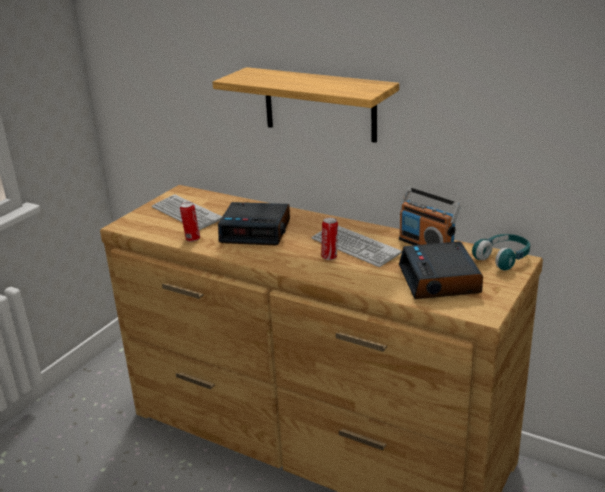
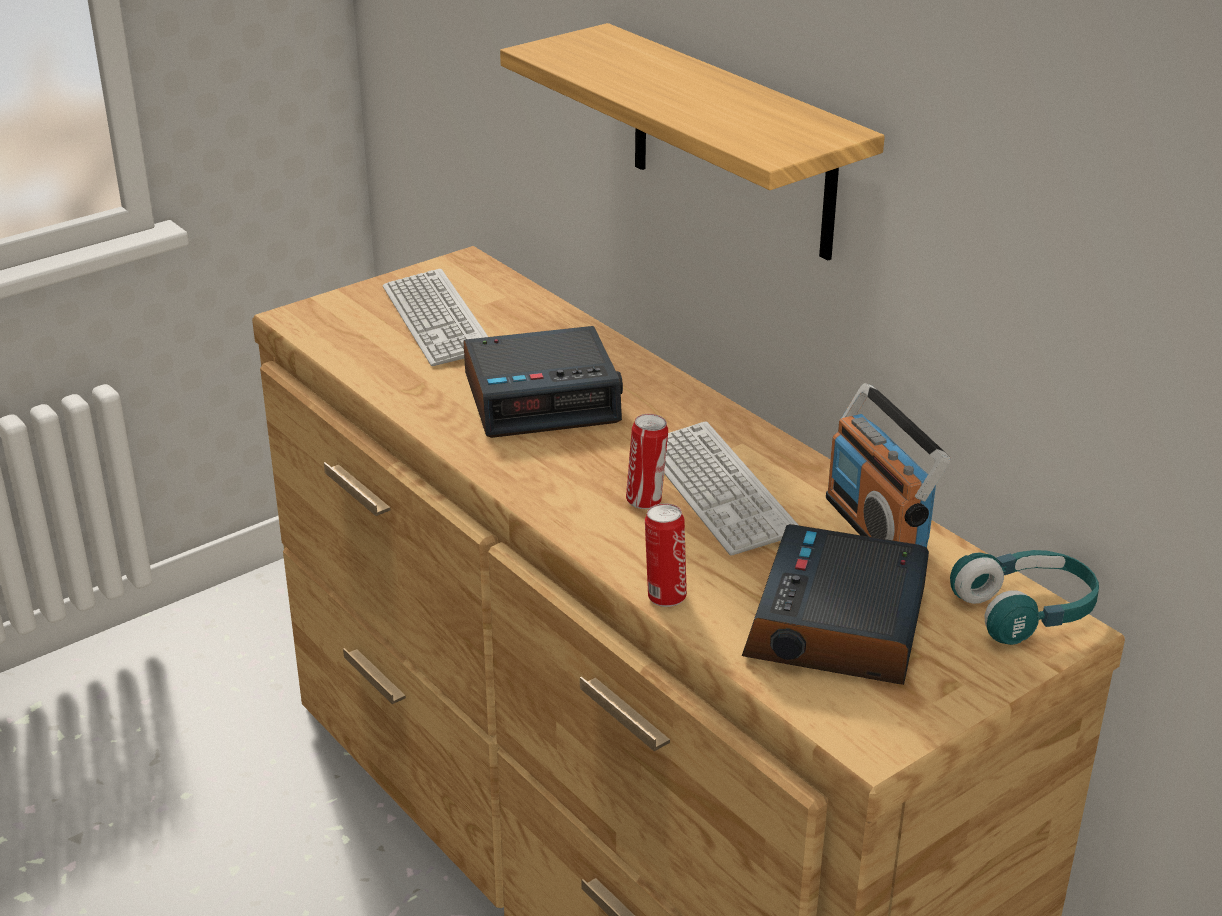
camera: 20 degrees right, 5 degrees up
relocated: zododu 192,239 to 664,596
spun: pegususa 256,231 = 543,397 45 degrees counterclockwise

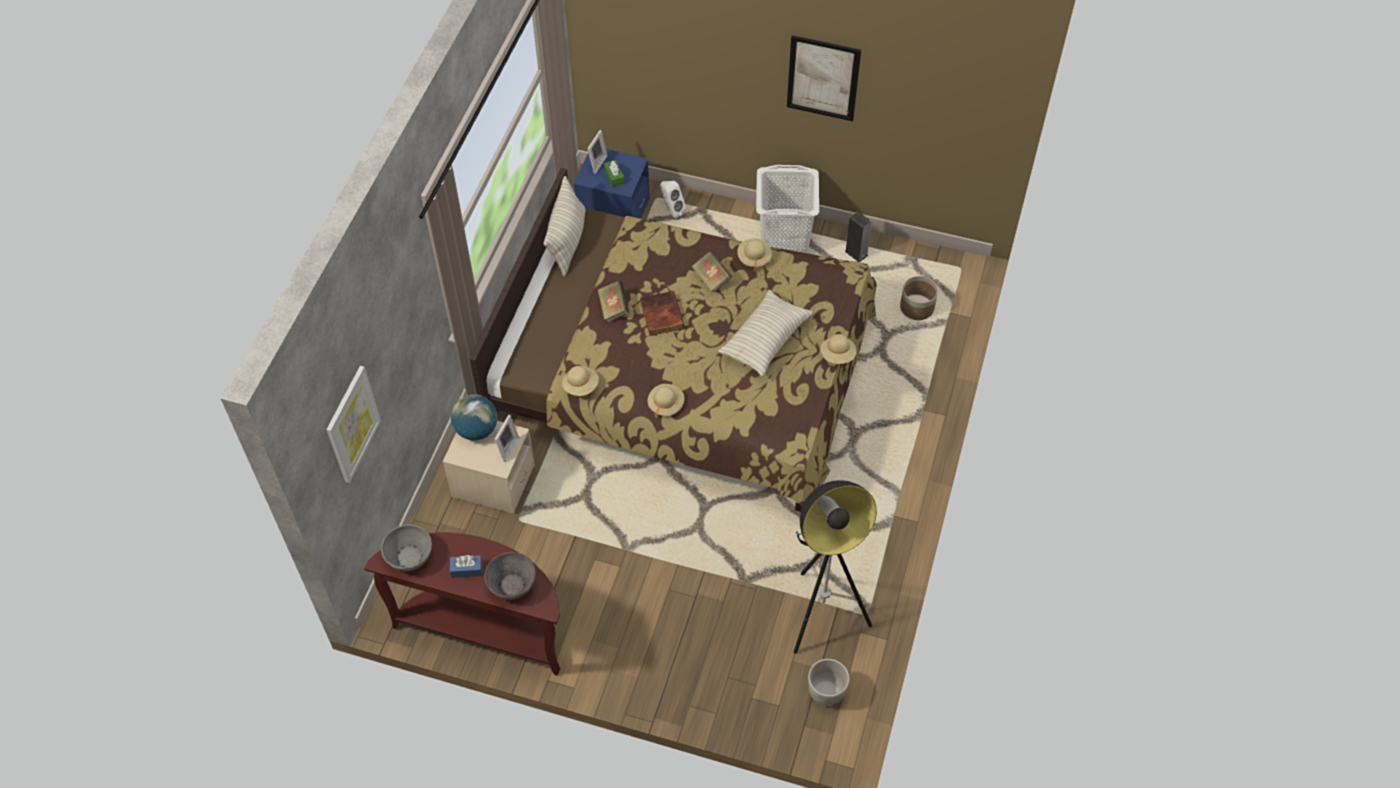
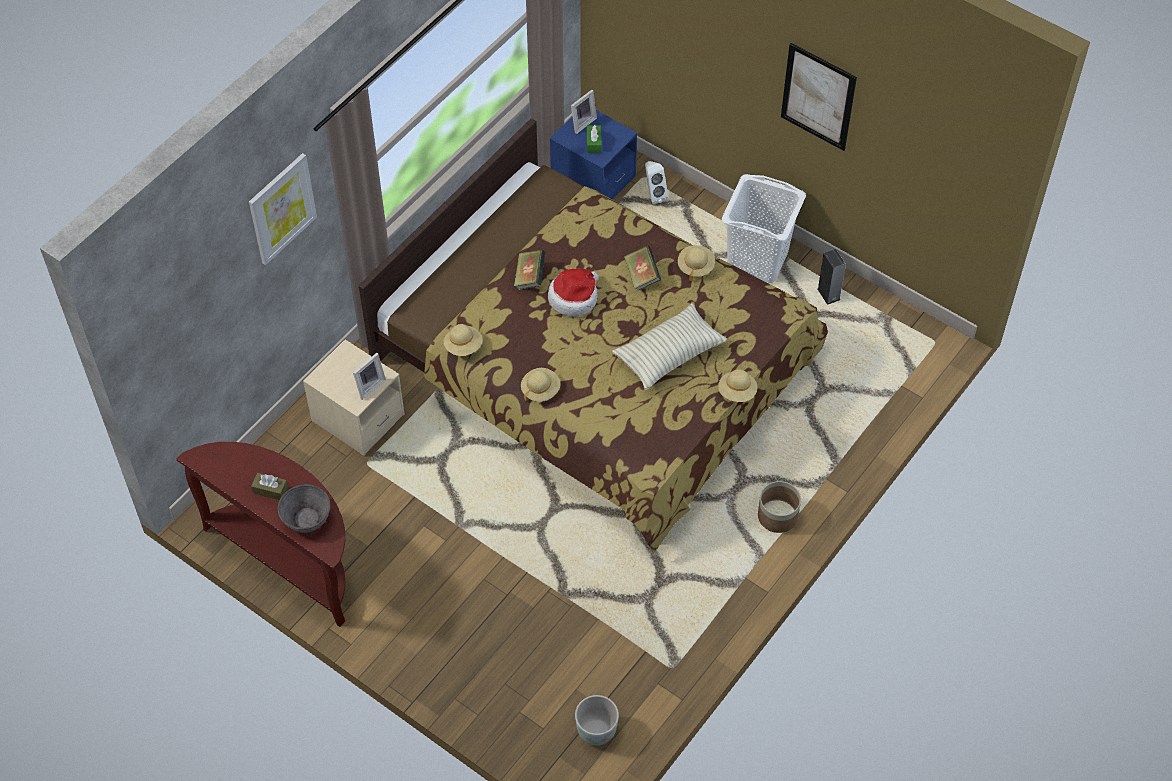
camera: 20 degrees right, 0 degrees up
missing: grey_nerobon 410,557; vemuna 476,430; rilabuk 567,241; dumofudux 821,614
relocated: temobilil 352,424 to 282,208; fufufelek 917,307 to 777,516
exchanged: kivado 660,315 to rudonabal 574,298
colour: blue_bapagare 466,569 to brown_bapagare 270,490

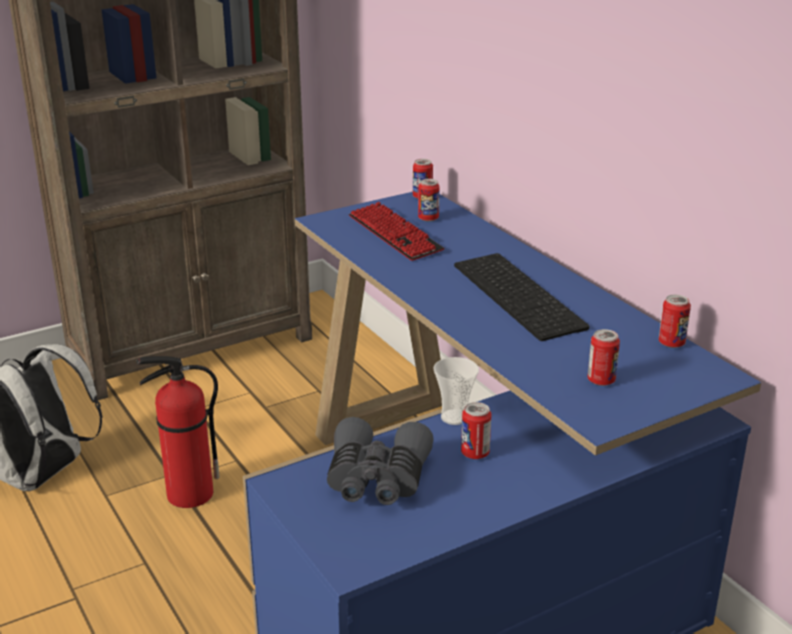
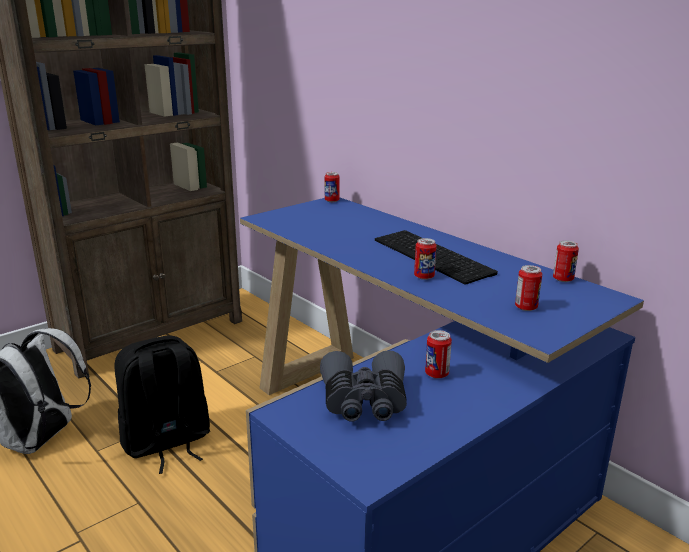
camera: 10 degrees left, 5 degrees down
missing: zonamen 394,234; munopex 454,417
relocated: zododu 428,218 to 424,277
exchanged: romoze 188,494 to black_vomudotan 166,443

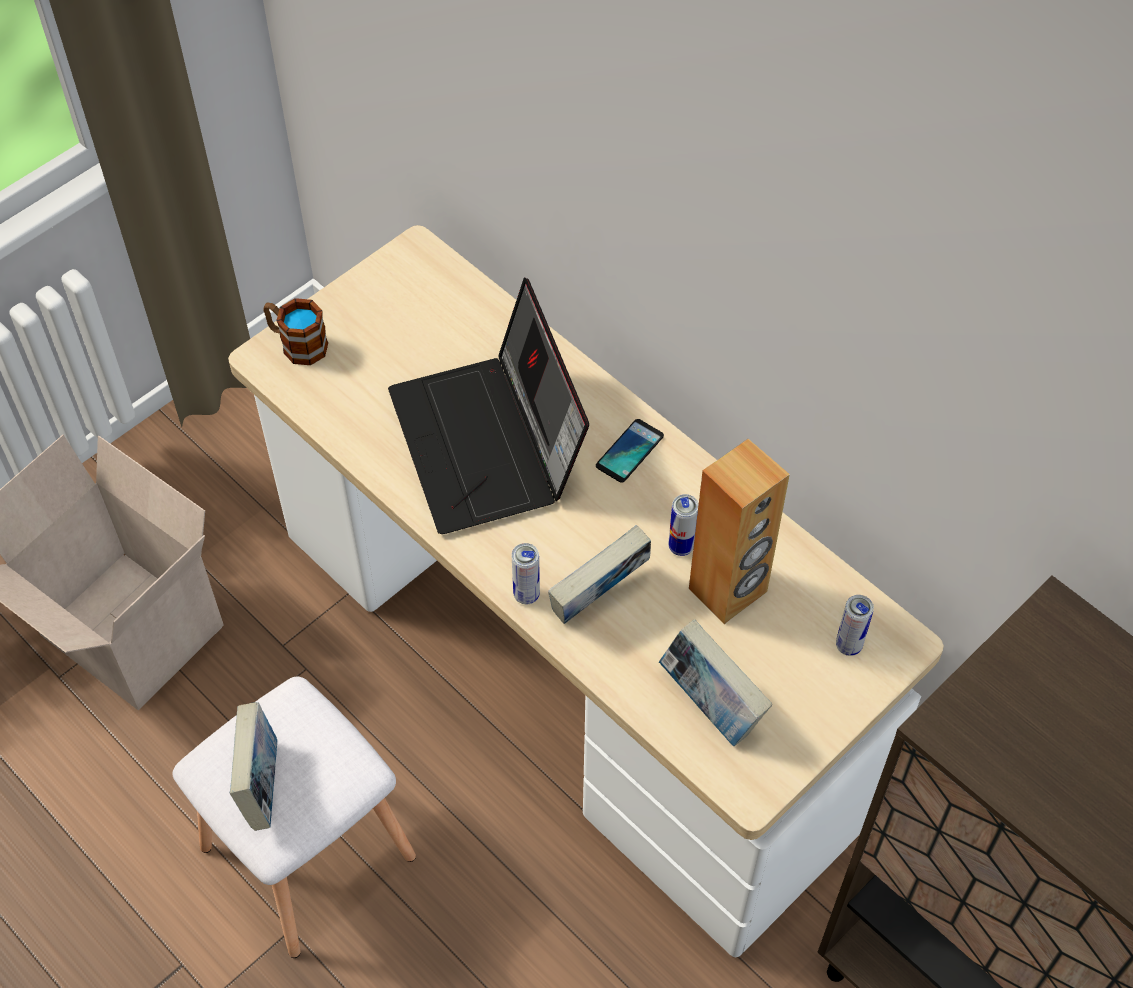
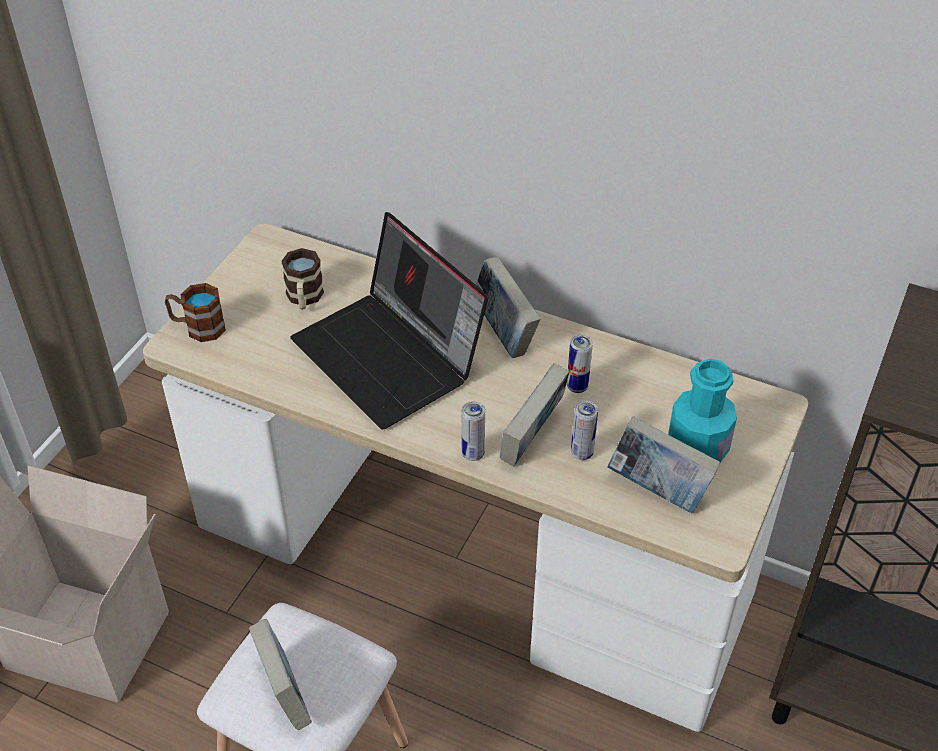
camera: 20 degrees left, 10 degrees down
missing: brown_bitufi 728,591
appeared: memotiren 304,298; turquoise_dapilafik 697,448
relocated: zododu 848,646 to 582,453
exchanged: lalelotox 629,451 to kivado 504,333

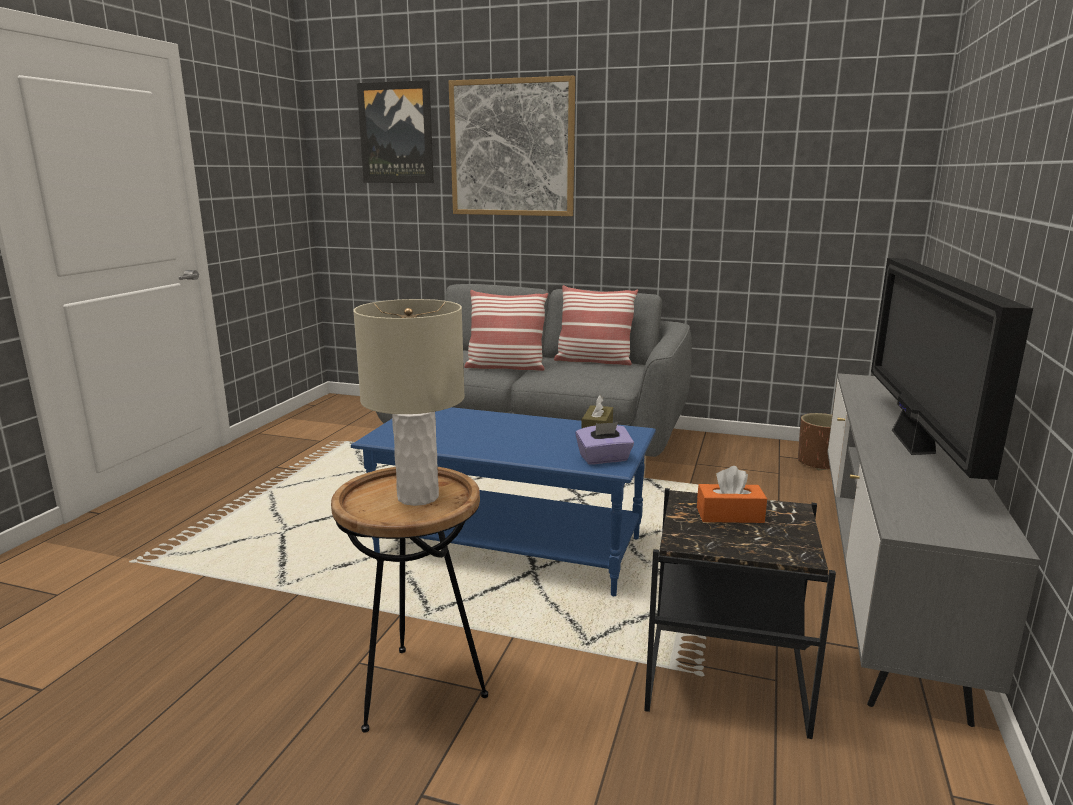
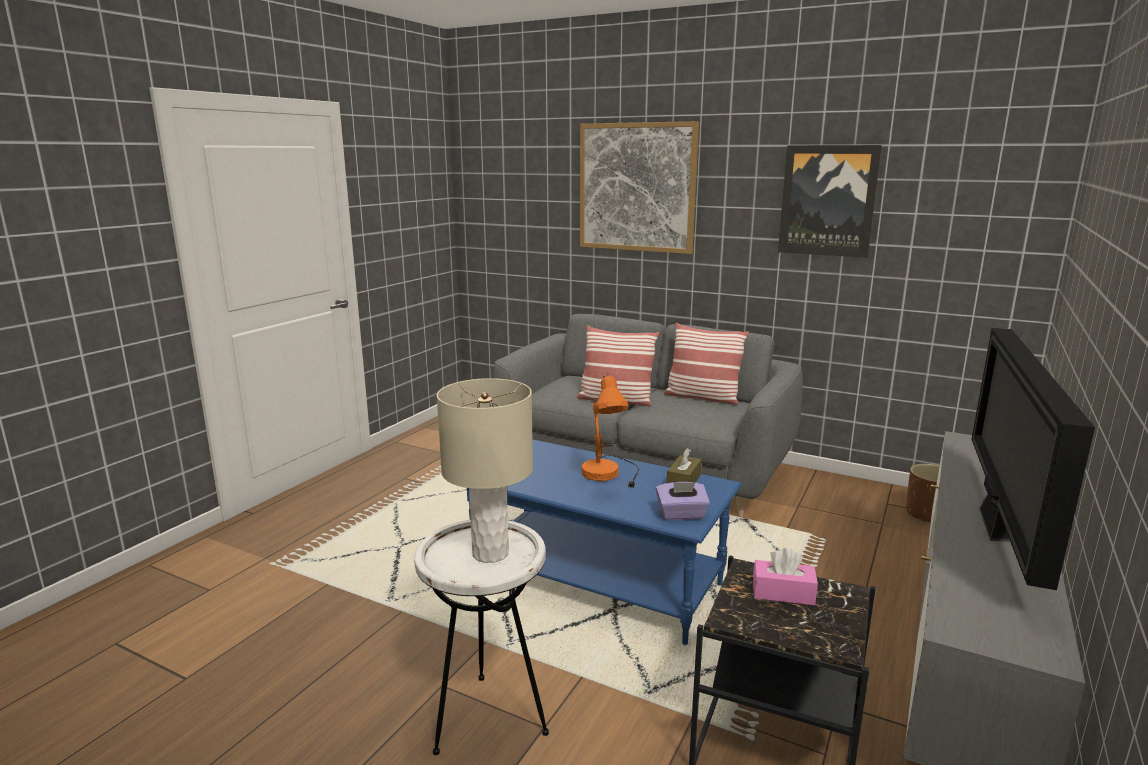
camera: 10 degrees right, 0 degrees up
appeared: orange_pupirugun 612,476
relocated: temobilil 396,133 to 827,201
colour: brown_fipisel 418,690 to white_fipisel 488,719; orange_bapagare 729,515 to pink_bapagare 783,593

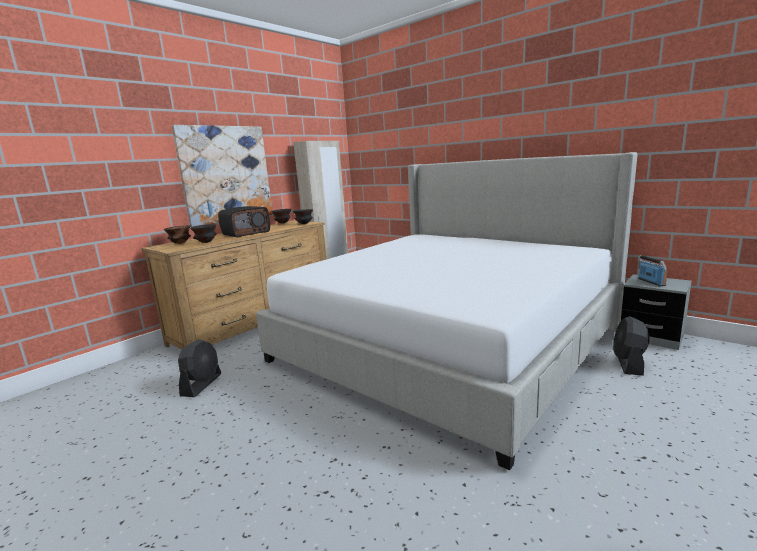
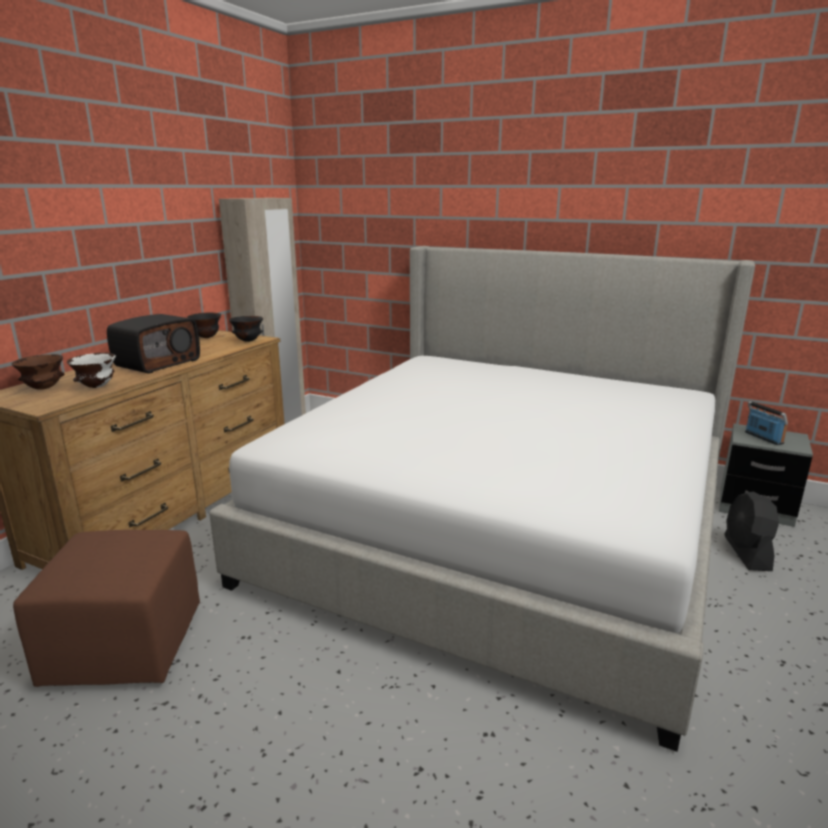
camera: 15 degrees left, 5 degrees up
missing: temobilil 226,174
exchanged: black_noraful 202,384 to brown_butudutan 125,645
colour: black_nerobon 206,242 to white_nerobon 96,387

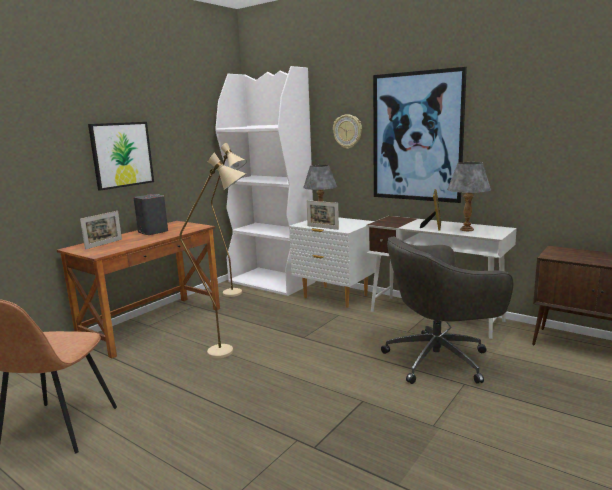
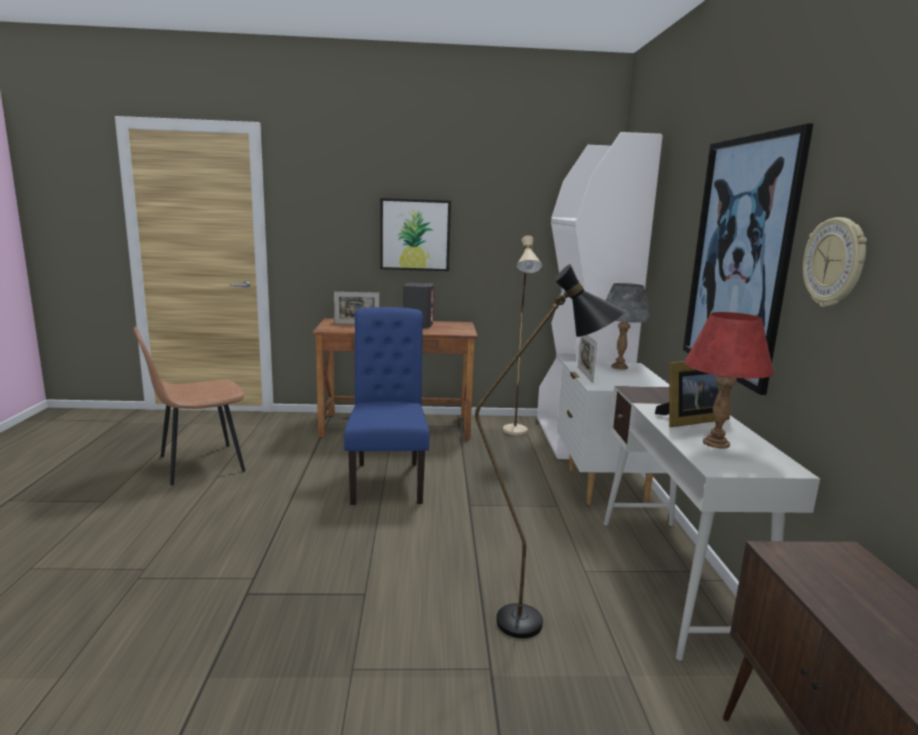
camera: 50 degrees right, 0 degrees up
relocated: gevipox 347,131 to 835,262
exchanged: beige_dumofudux 230,352 to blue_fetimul 387,479; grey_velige 439,359 to black_dumofudux 537,624
colour: grey_pupirugun 466,229 to red_pupirugun 716,443

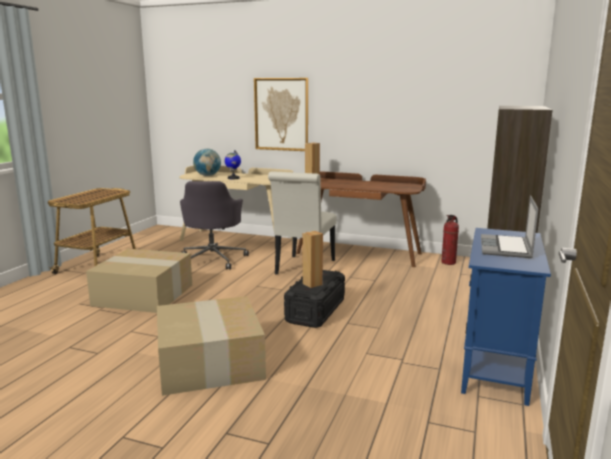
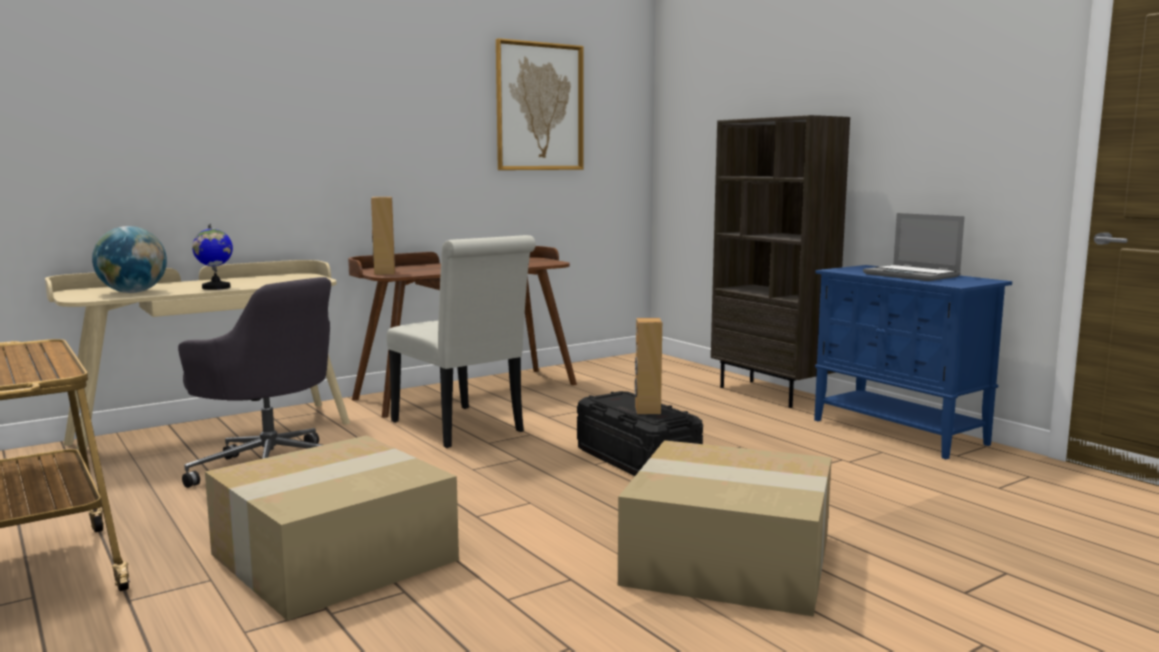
camera: 55 degrees left, 5 degrees down
missing: romoze 448,262
relocated: temobilil 281,114 to 539,107

